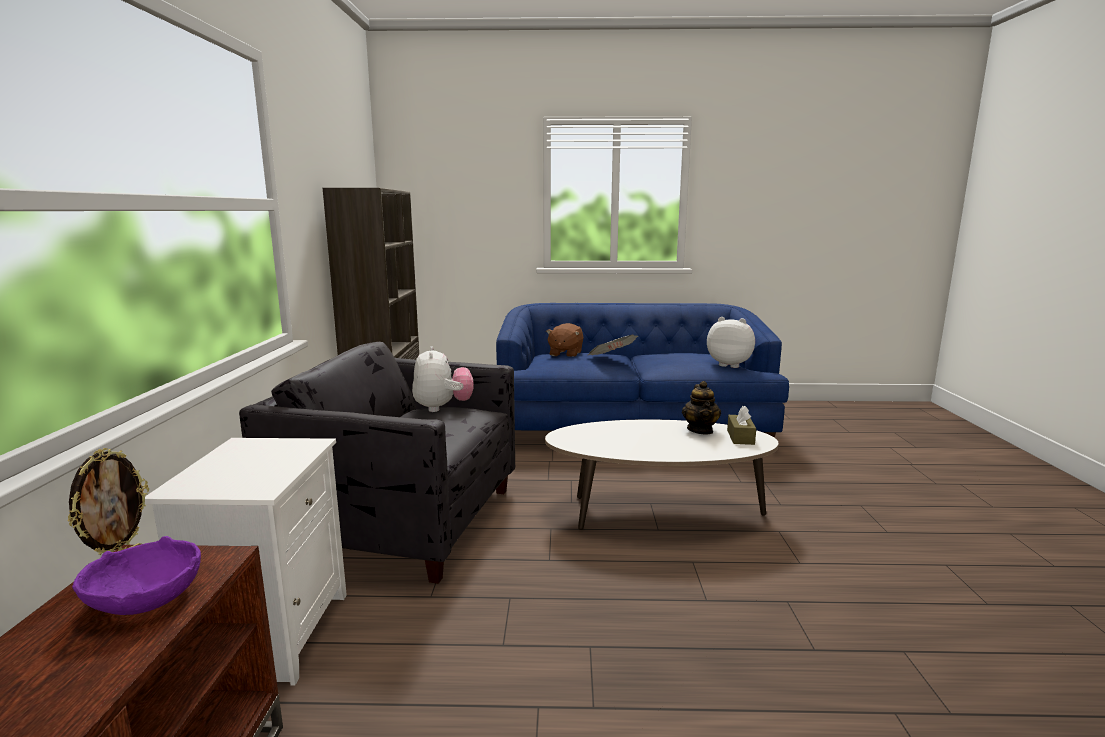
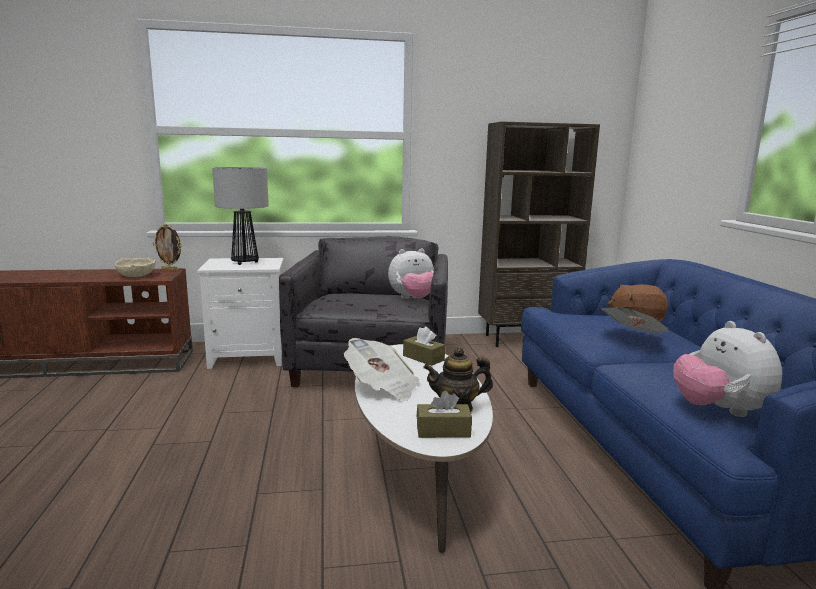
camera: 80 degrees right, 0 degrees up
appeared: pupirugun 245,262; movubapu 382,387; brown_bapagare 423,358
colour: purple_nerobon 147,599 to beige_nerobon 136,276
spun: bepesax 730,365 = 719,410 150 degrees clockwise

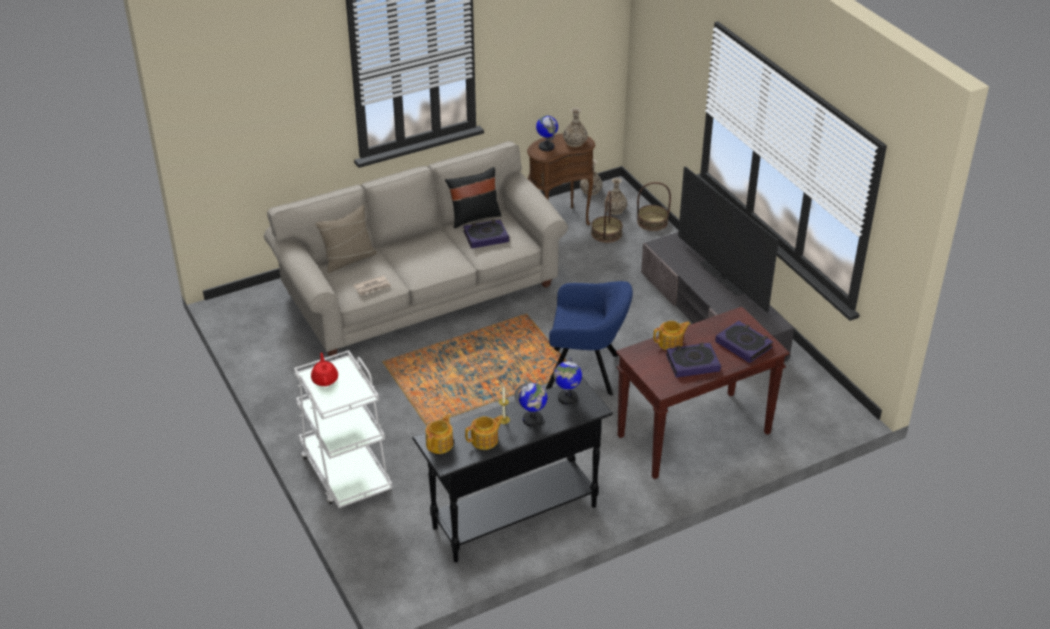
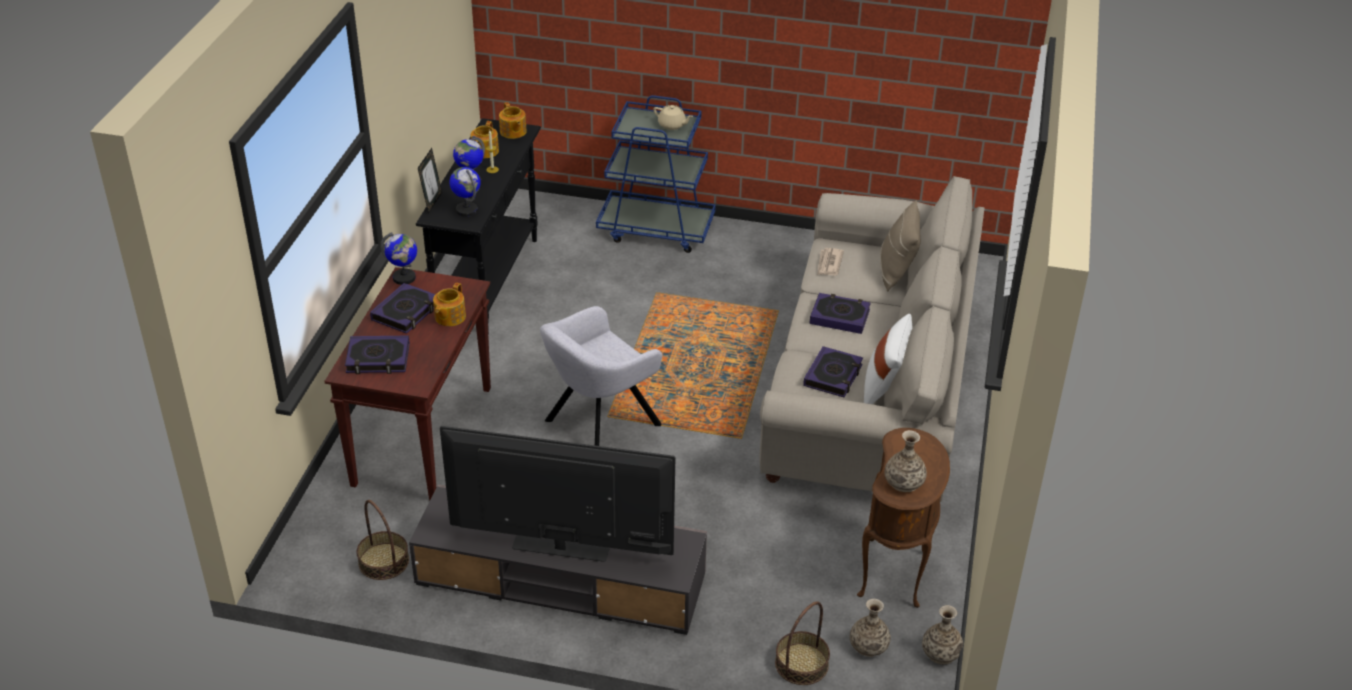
camera: 130 degrees right, 0 degrees up
appeared: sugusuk 432,202; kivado 839,317
relocated: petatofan 606,233 to 383,561; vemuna 546,147 to 404,278
colour: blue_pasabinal 586,371 to grey_pasabinal 599,425; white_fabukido 345,472 to blue_fabukido 656,229; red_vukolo 325,379 to beige_vukolo 672,125; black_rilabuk 474,217 to white_rilabuk 884,389

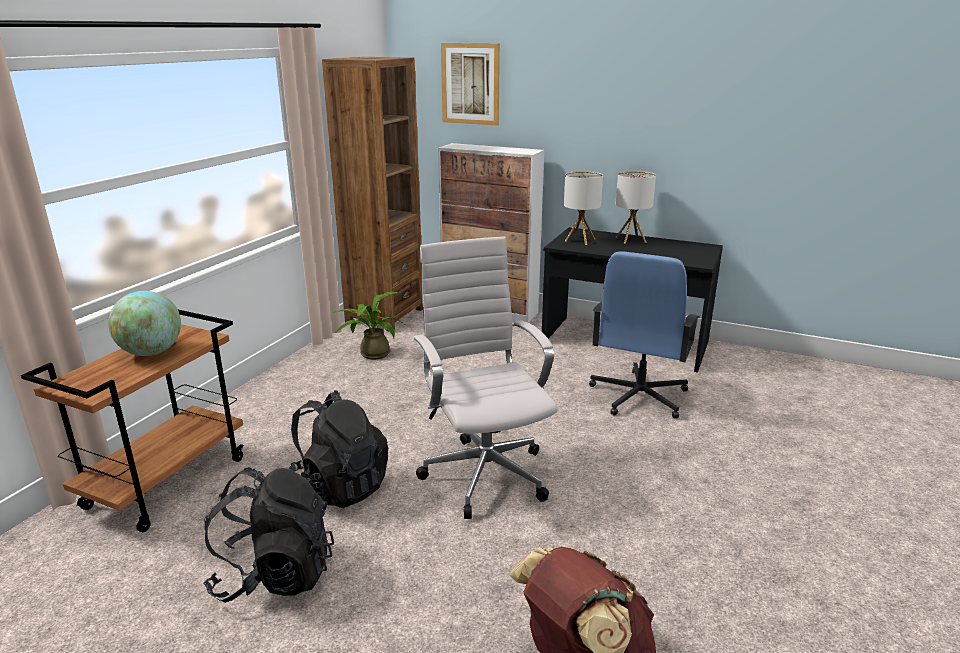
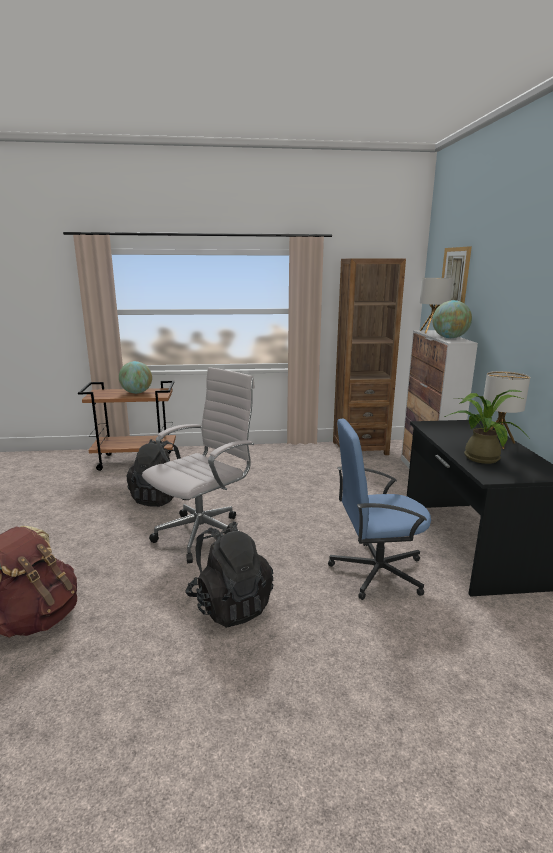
camera: 60 degrees right, 5 degrees down
appeared: vemuna 449,338
relocated: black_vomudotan 275,574 to 230,605; pupirugun 580,240 to 431,332; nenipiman 371,353 to 479,456

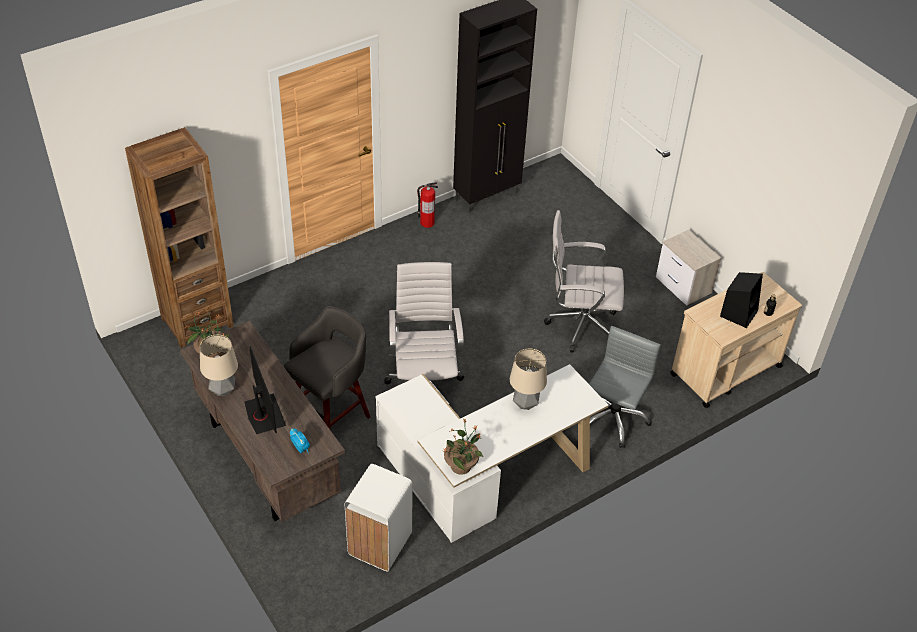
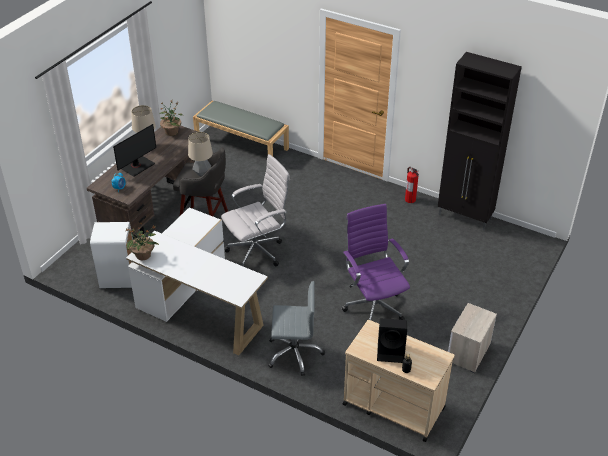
camera: 65 degrees right, 5 degrees down
relocated: pupirugun 525,404 to 202,173
exchanged: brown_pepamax 197,322 to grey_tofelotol 242,144
colour: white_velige 579,326 to purple_velige 373,306

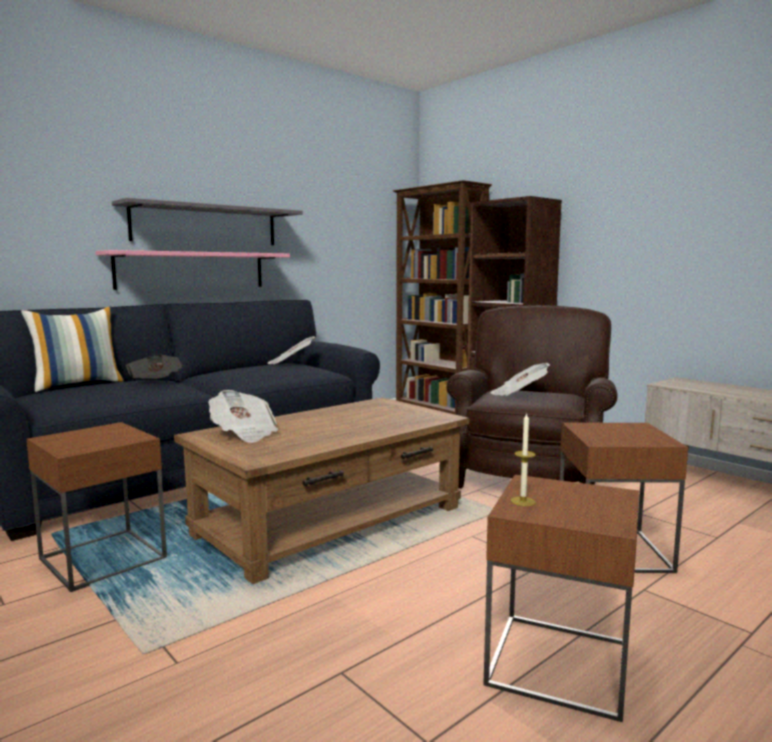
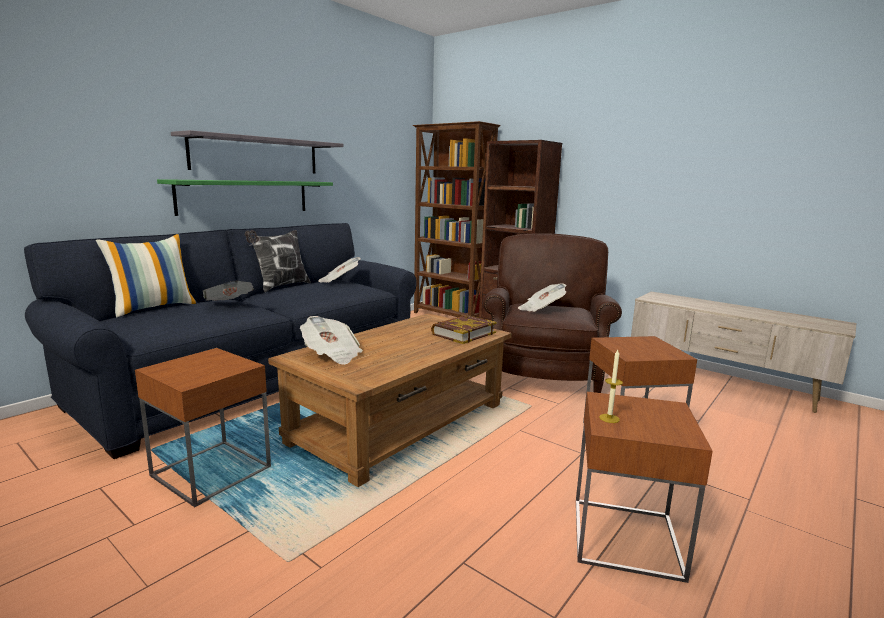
camera: 10 degrees left, 5 degrees up
appeared: rilabuk 281,286; kivado 463,333
colour: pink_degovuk 192,270 to green_degovuk 245,196

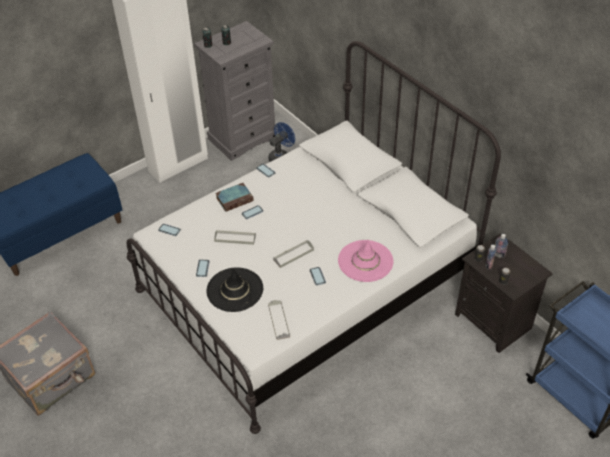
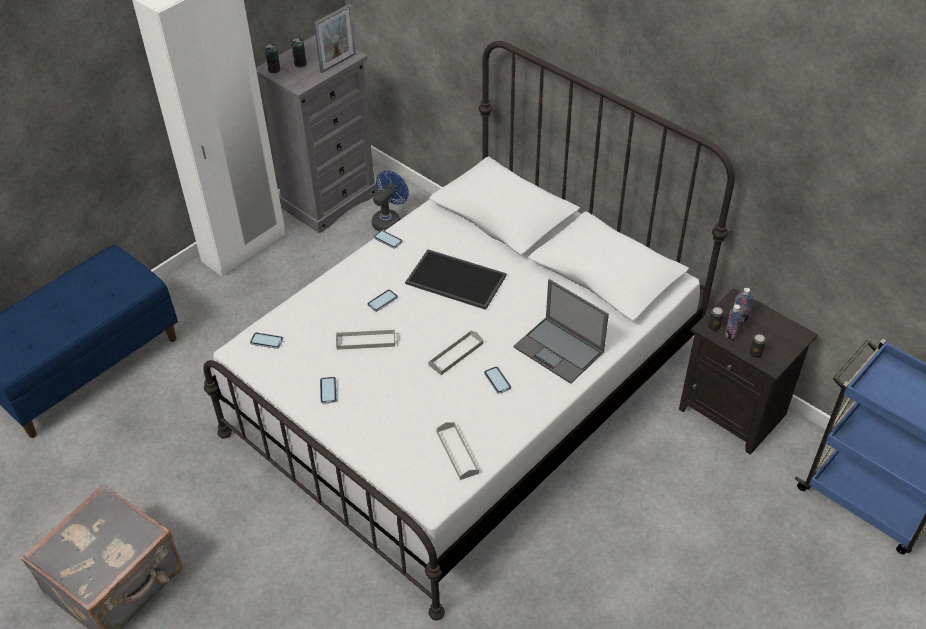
camera: 10 degrees left, 0 degrees up
missing: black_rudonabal 235,290; kivado 235,199
appeared: sugusuk 338,63; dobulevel 454,280
exchanged: pink_rudonabal 365,261 to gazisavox 559,350

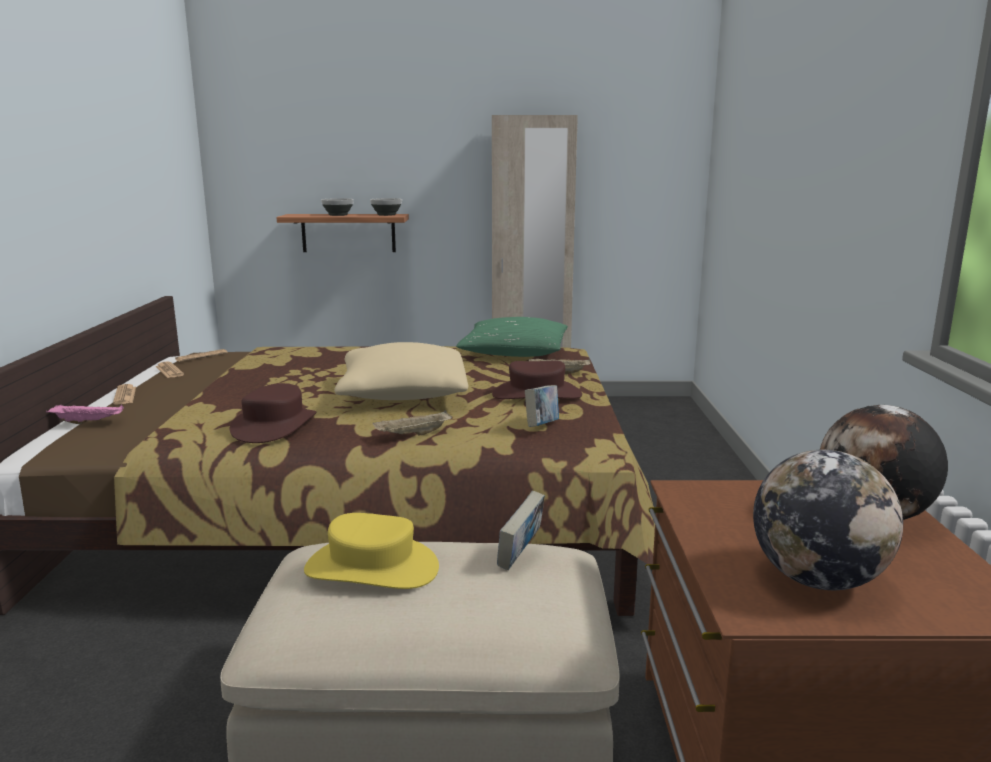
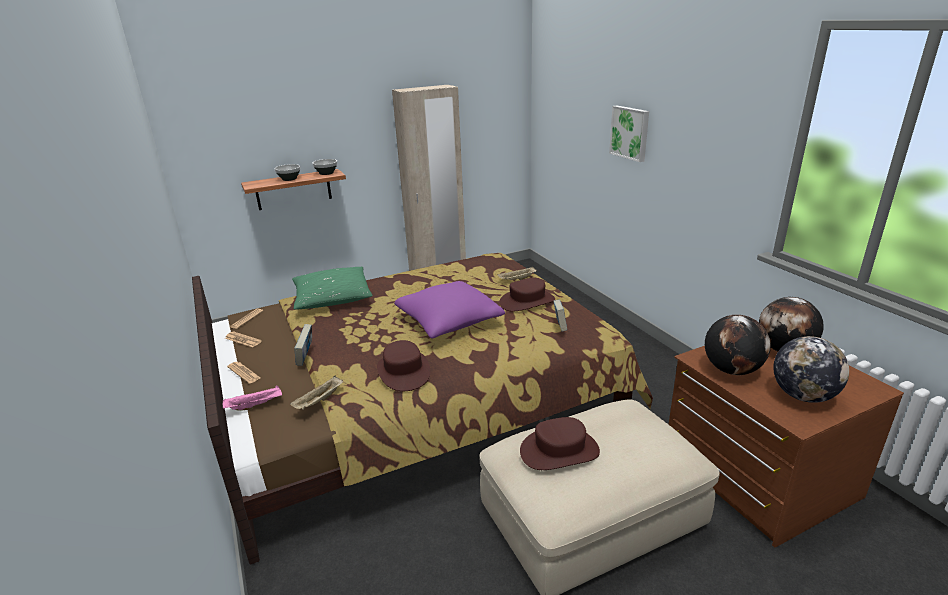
camera: 25 degrees left, 10 degrees up
appeared: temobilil 630,133; vemuna 731,370
relocated: beige_dobulevel 413,435 to 319,401; green_rilabuk 514,352 to 332,298; kivado 520,556 to 306,357
colour: beige_rilabuk 403,394 to purple_rilabuk 448,321; yellow_rudonabal 372,568 to brown_rudonabal 559,451

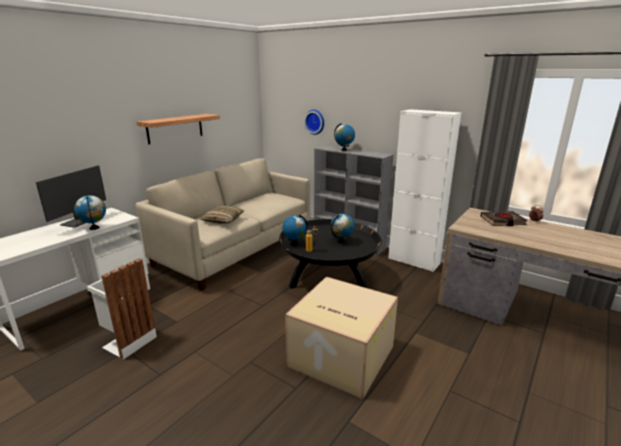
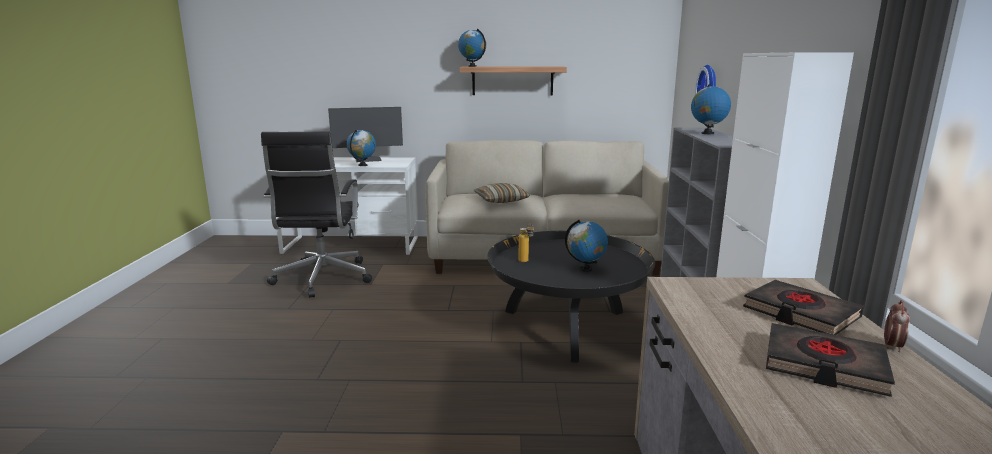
camera: 55 degrees right, 5 degrees down
missing: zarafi 340,356
appeared: black_kivado 824,365
relocated: vemuna 294,243 to 472,66
exchanged: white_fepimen 128,341 to black_velige 322,279

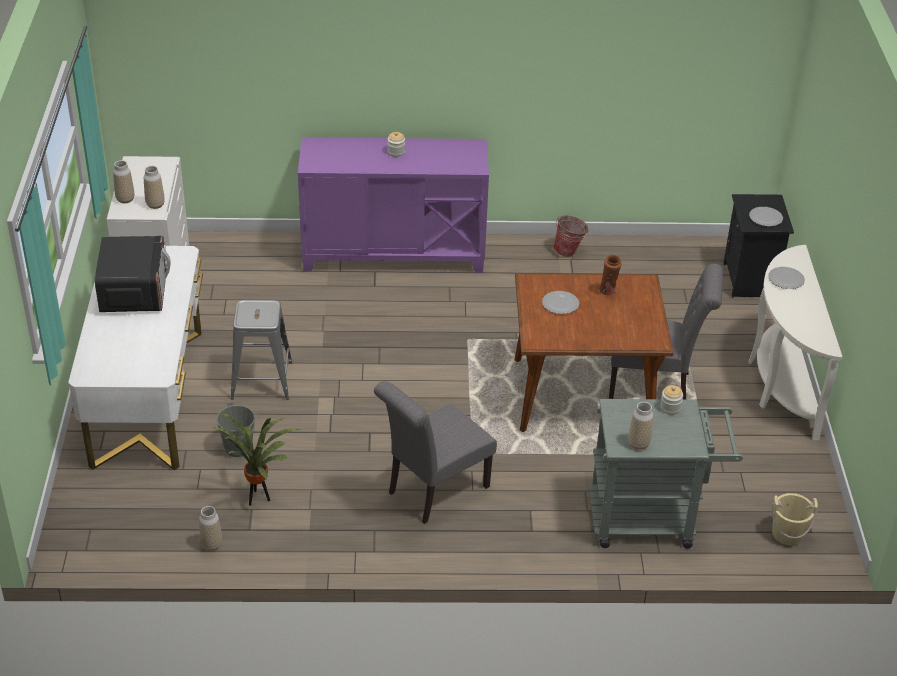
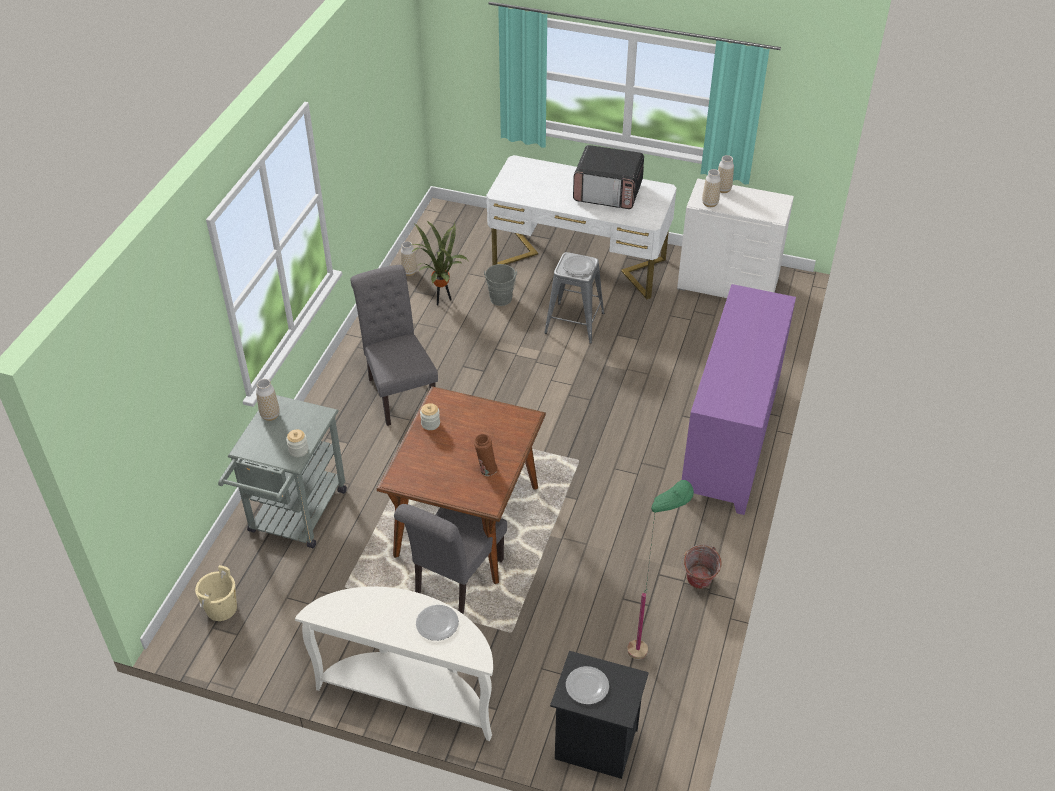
camera: 110 degrees right, 5 degrees up
appeared: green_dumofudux 649,644
relocated: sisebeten 396,152 to 430,423; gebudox 560,303 to 578,266

